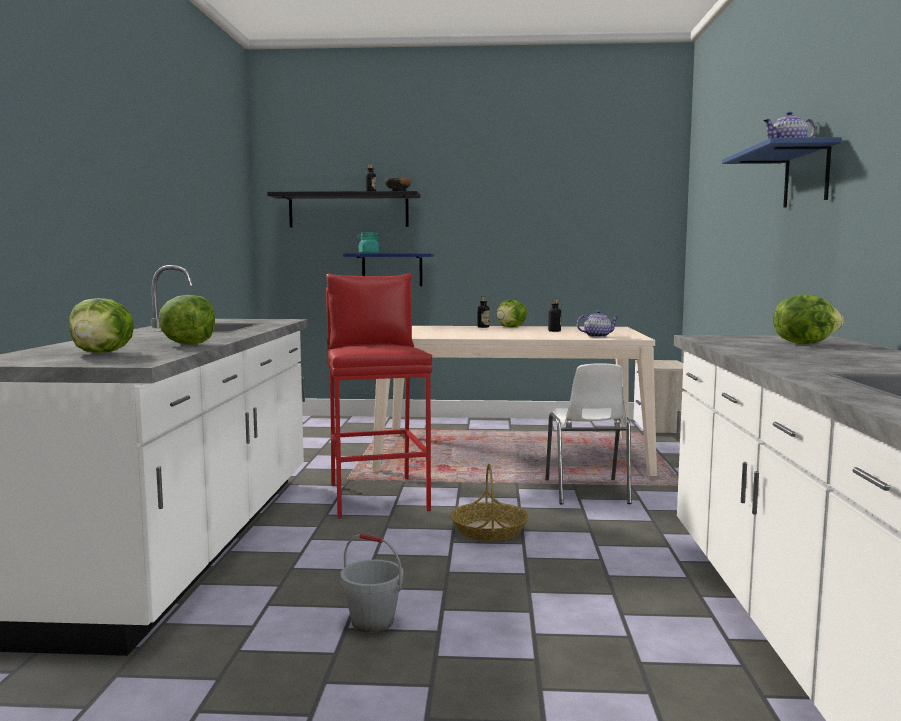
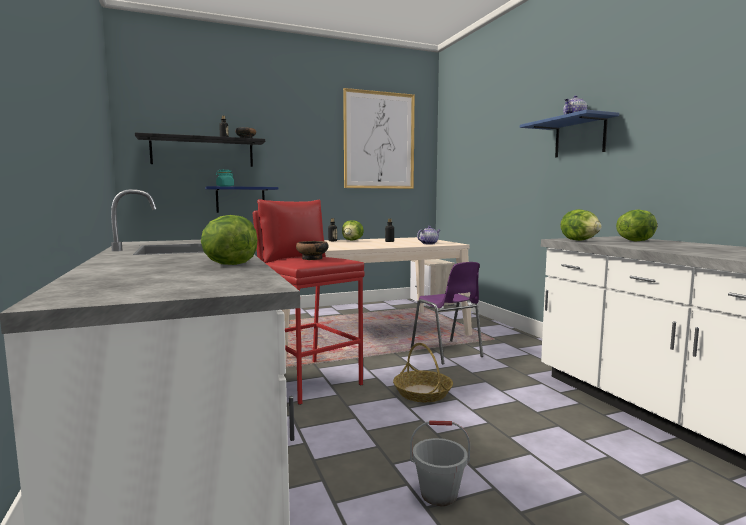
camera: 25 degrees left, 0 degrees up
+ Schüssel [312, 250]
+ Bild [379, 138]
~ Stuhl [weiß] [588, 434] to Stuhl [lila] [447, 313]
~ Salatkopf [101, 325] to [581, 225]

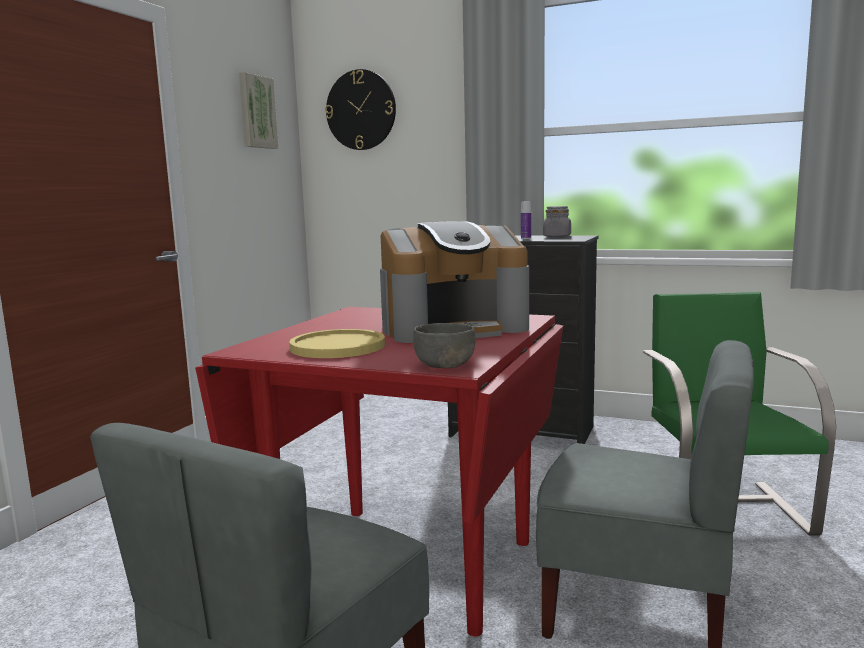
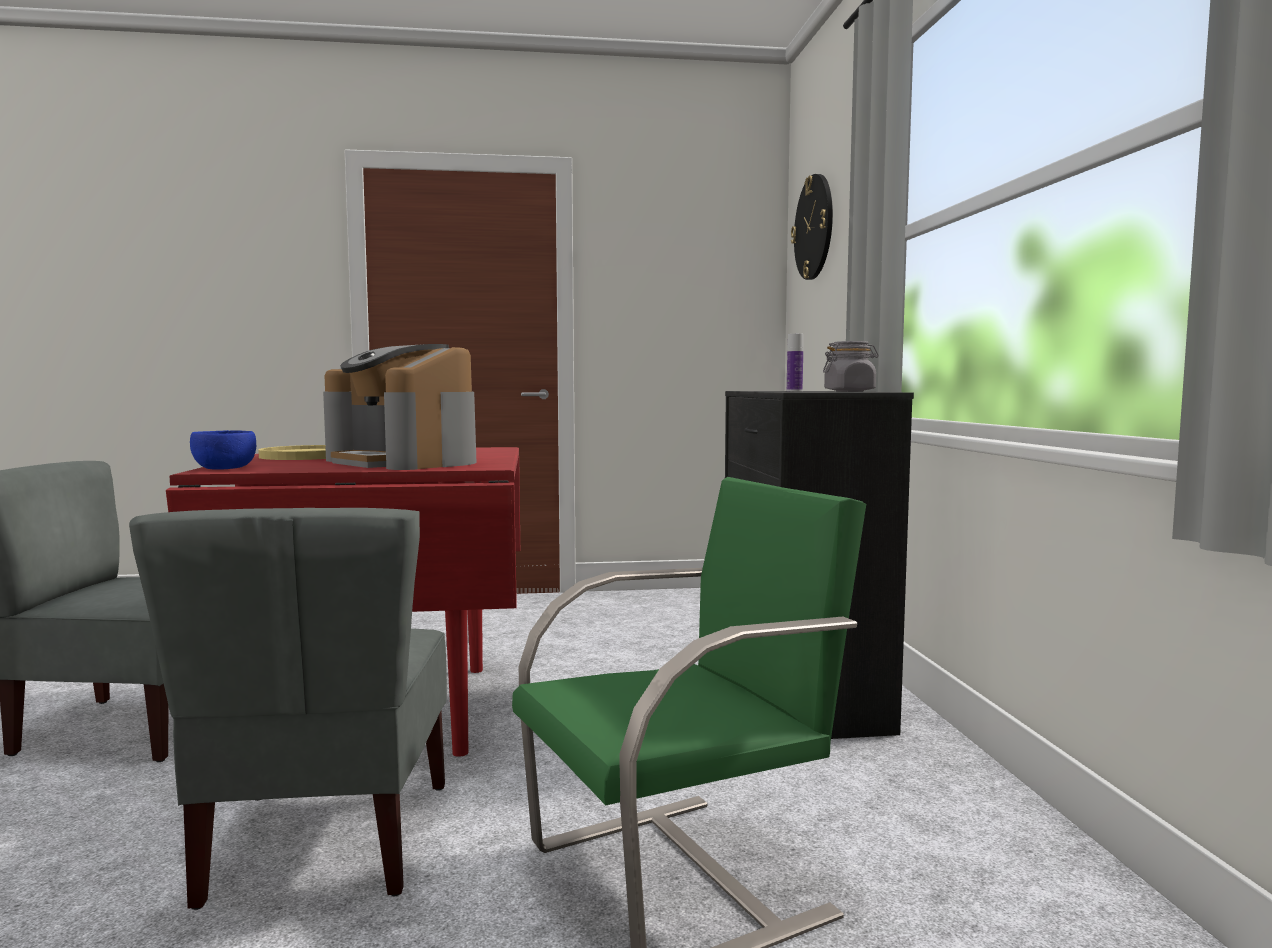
camera: 60 degrees right, 5 degrees down
~ Schüssel [grau] [444, 345] to Schüssel [blau] [223, 450]
- Bild [259, 110]

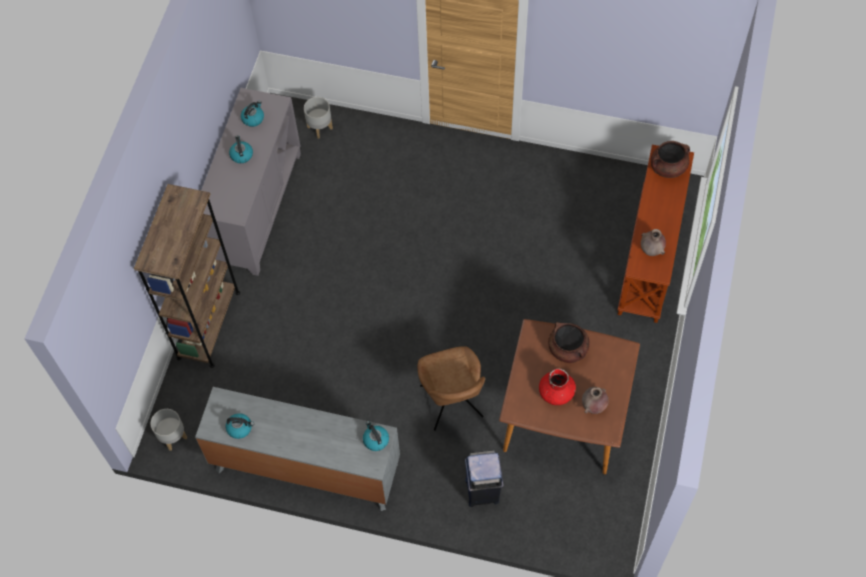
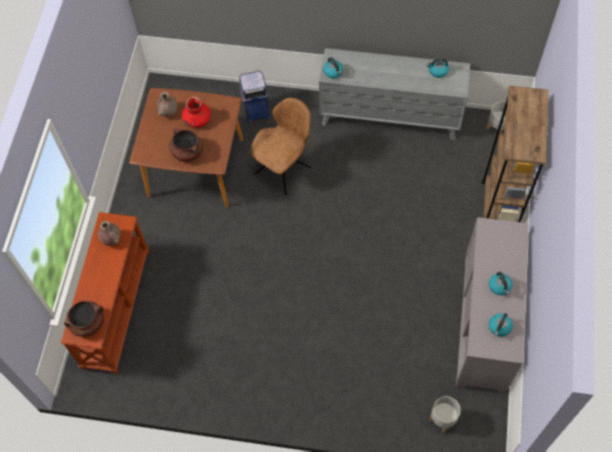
camera: 175 degrees right, 0 degrees up
~ Stuhl [braun] [451, 388] = [280, 146] 60 degrees clockwise

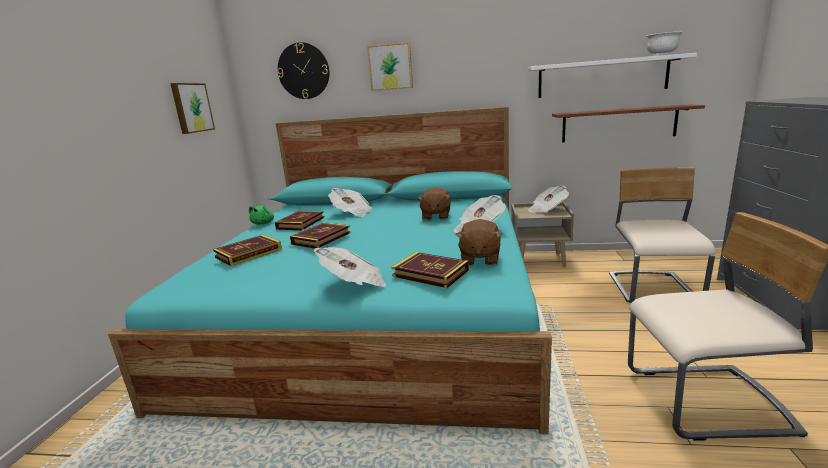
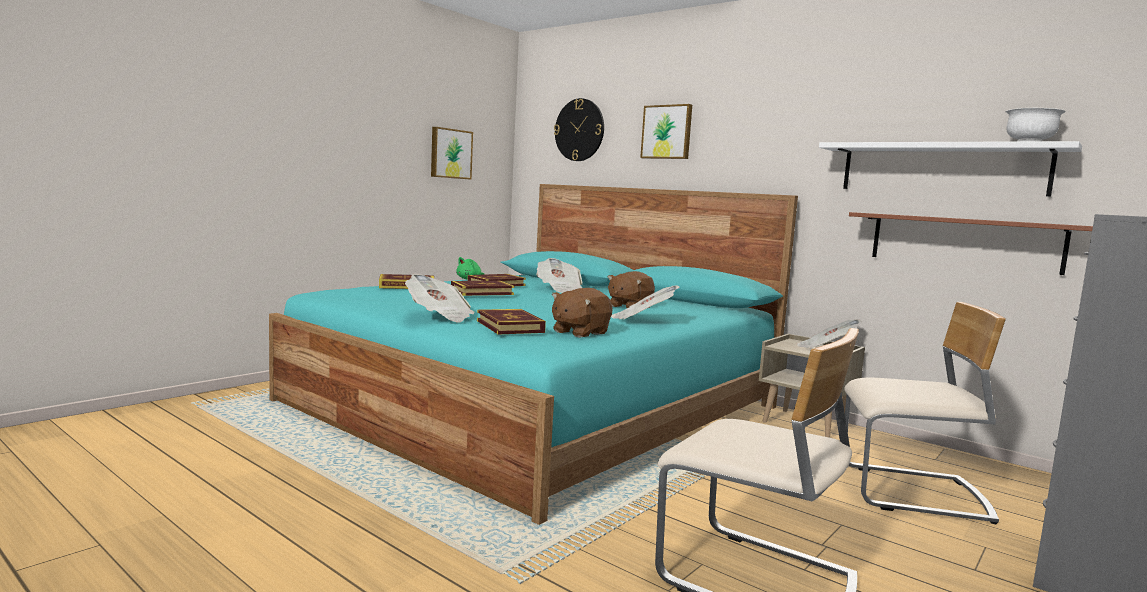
camera: 30 degrees right, 10 degrees down
~ Stuhl [beige] [662, 235] = [925, 413] 60 degrees clockwise

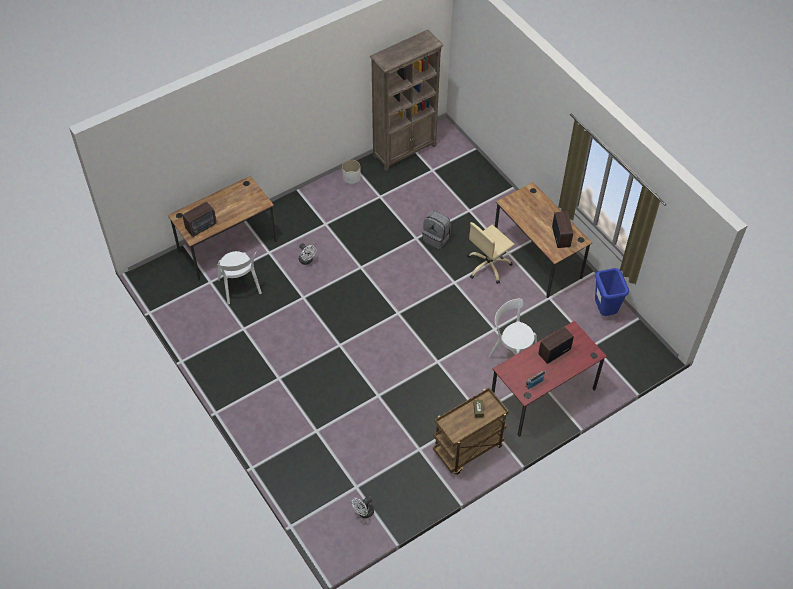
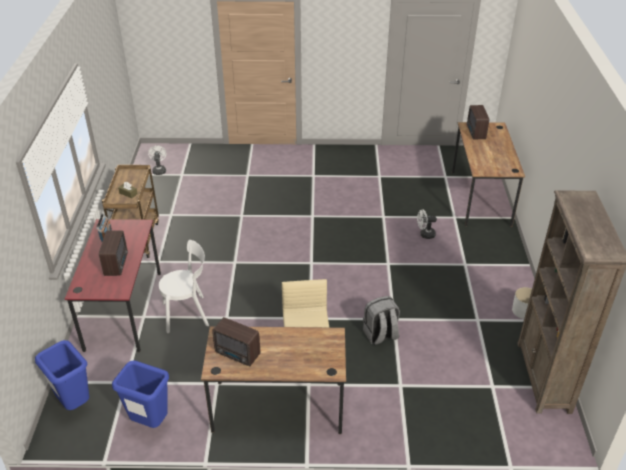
camera: 125 degrees right, 15 degrees down
+ Mülleimer [blau] [62, 375]
- Stuhl [weiß] [239, 278]

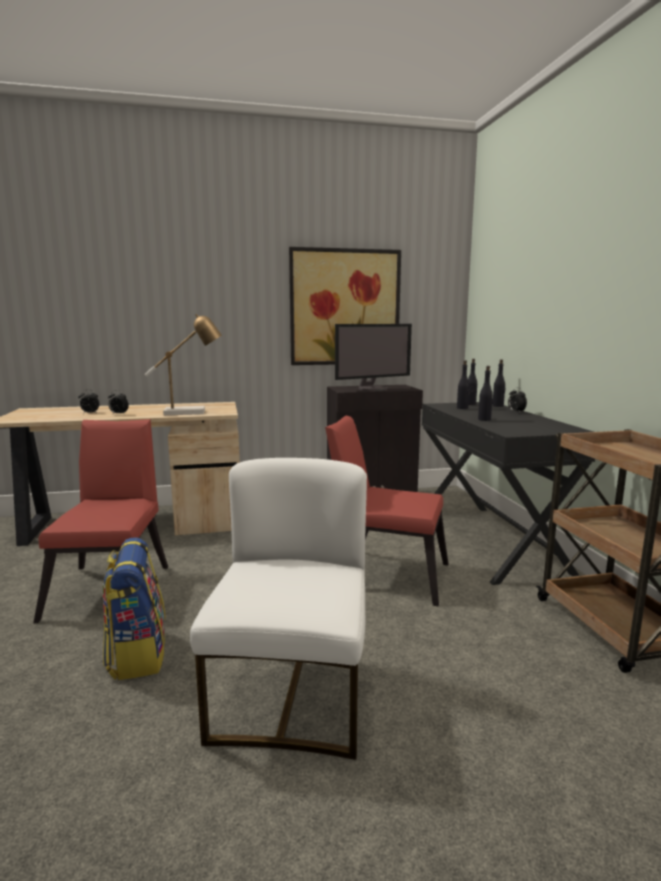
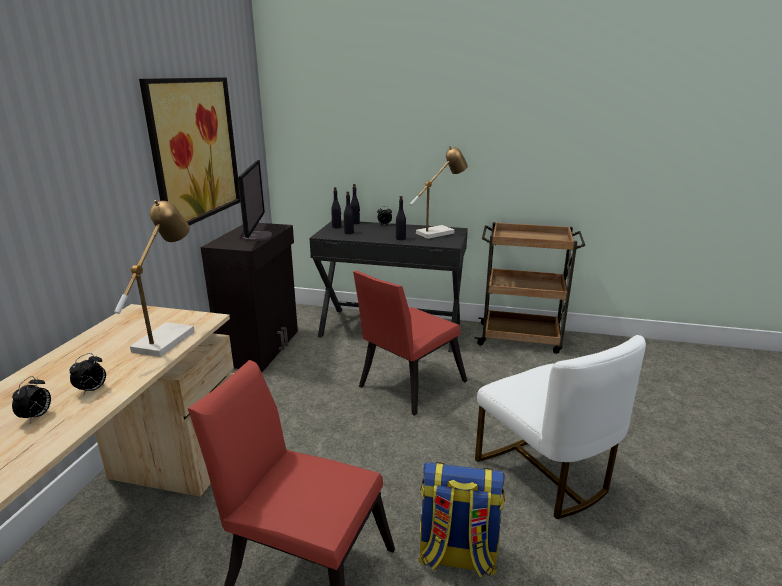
camera: 65 degrees left, 10 degrees up
+ Tischlampe [439, 192]
~ Stuhl [weiß] [278, 609] = [560, 427] 150 degrees counterclockwise

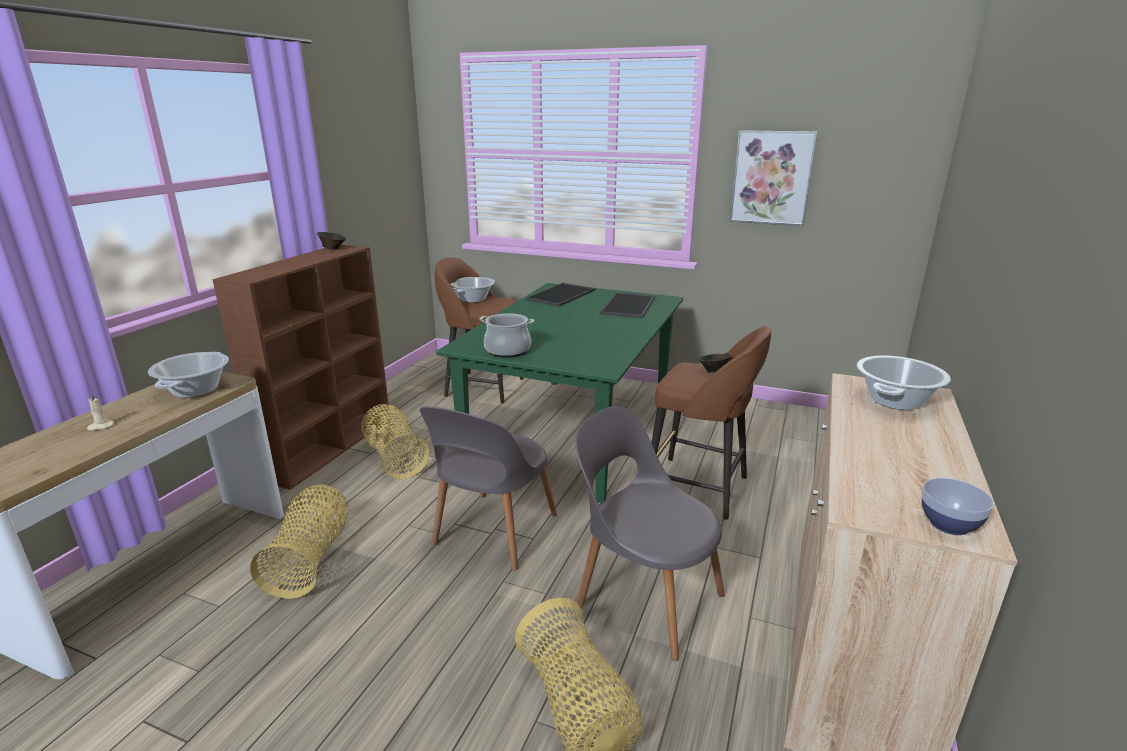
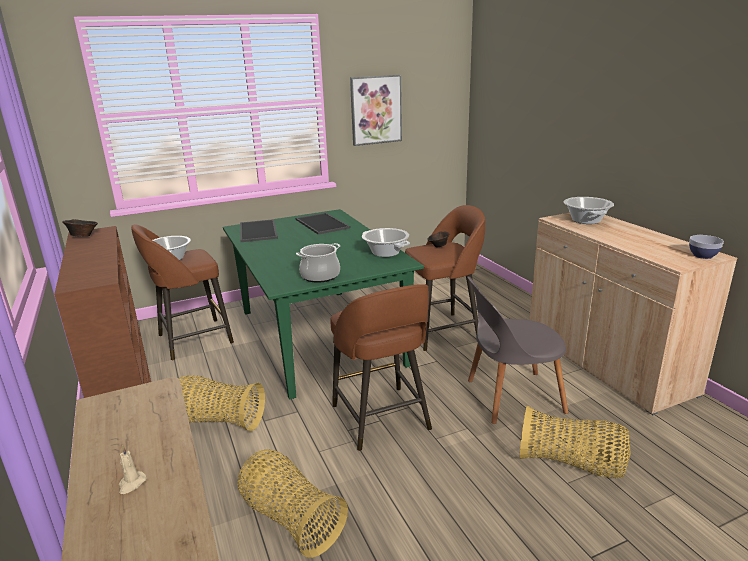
camera: 45 degrees left, 0 degrees up
~ Stuhl [grau] [488, 488] to Hocker [braun] [381, 367]
~ Kochtopf [188, 375] to [386, 242]

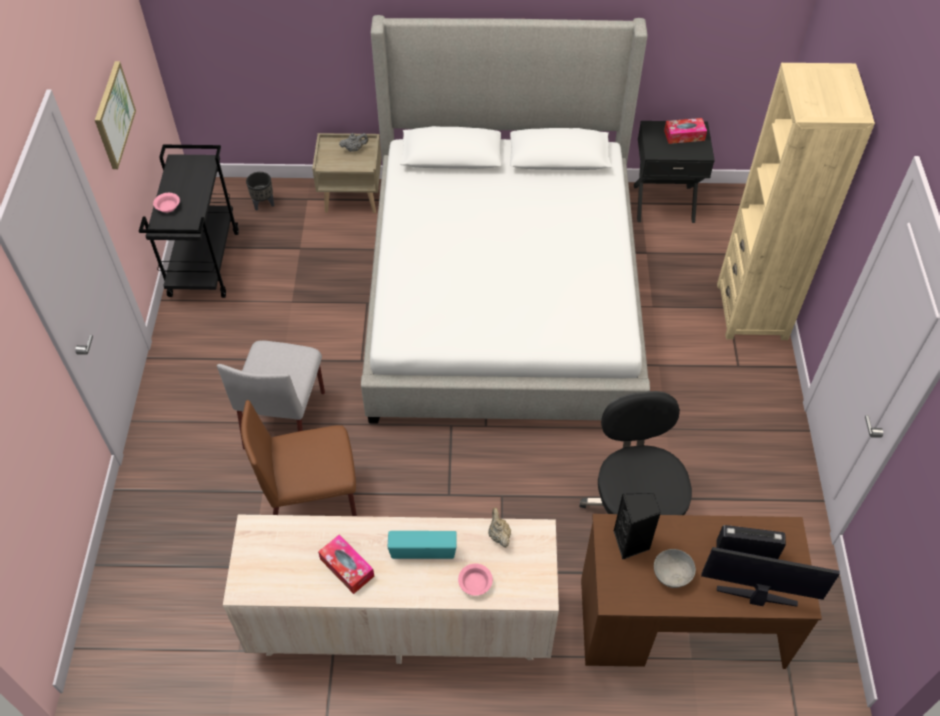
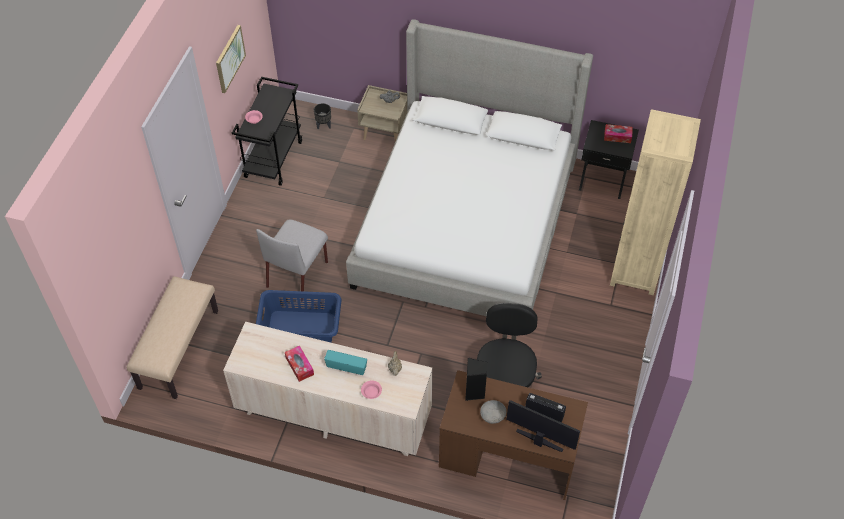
camera: 15 degrees right, 0 degrees up
+ Bank [beige] [172, 337]
~ Stuhl [braun] [299, 458] to Wäschekorb [blau] [299, 316]

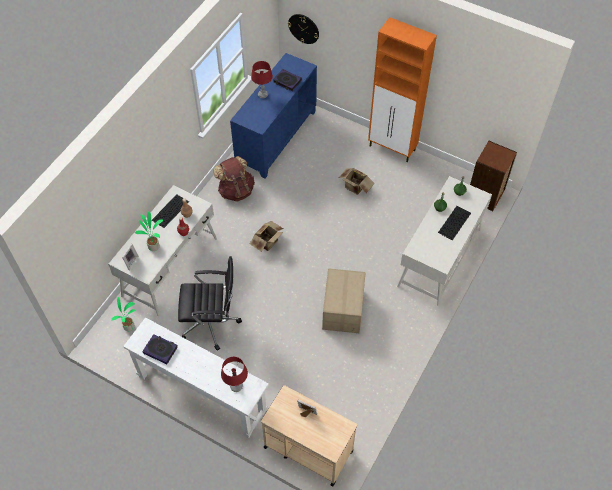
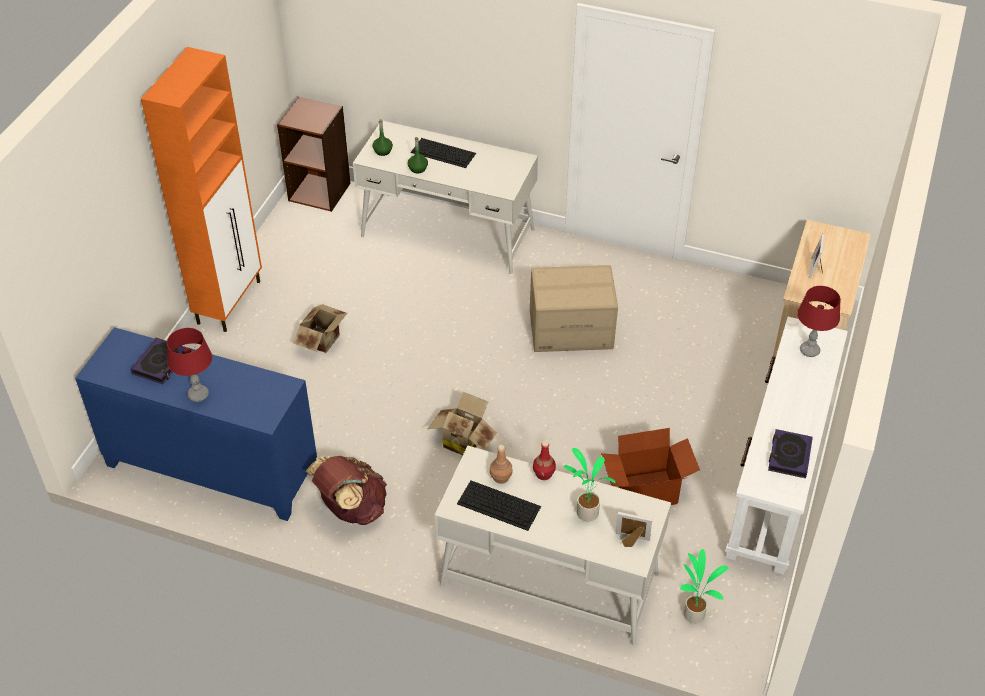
camera: 100 degrees left, 10 degrees down
~ Bürostuhl [schwarz] [210, 303] to Karton [650, 466]
- Wanduhr [303, 29]

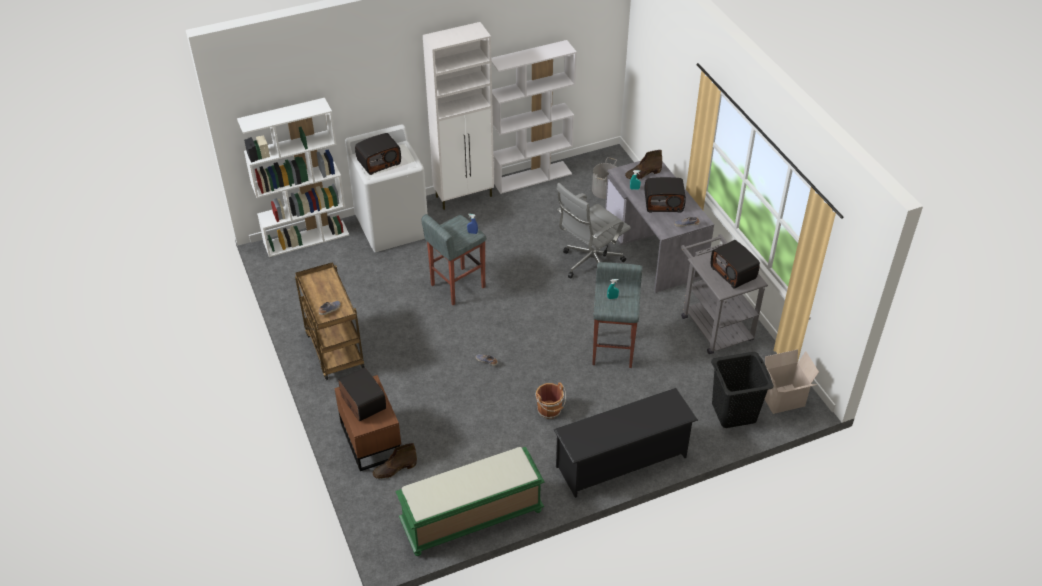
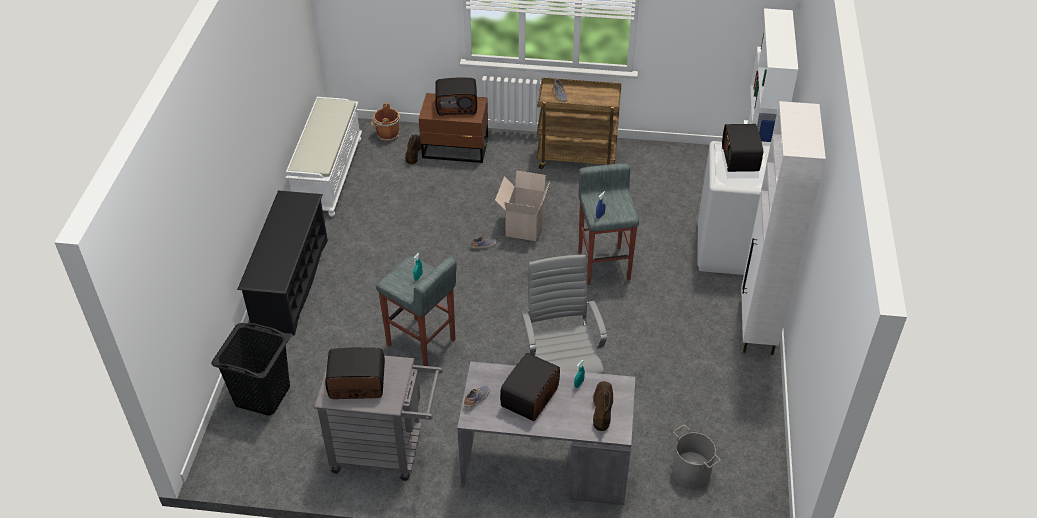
camera: 120 degrees right, 0 degrees up
~ Bank [grün] [470, 501] to Bank [weiß] [324, 157]
~ Eimer [braun] [550, 400] to [385, 122]
~ Karton [792, 381] to [522, 206]
- Bücherregal [weiß] [534, 117]

